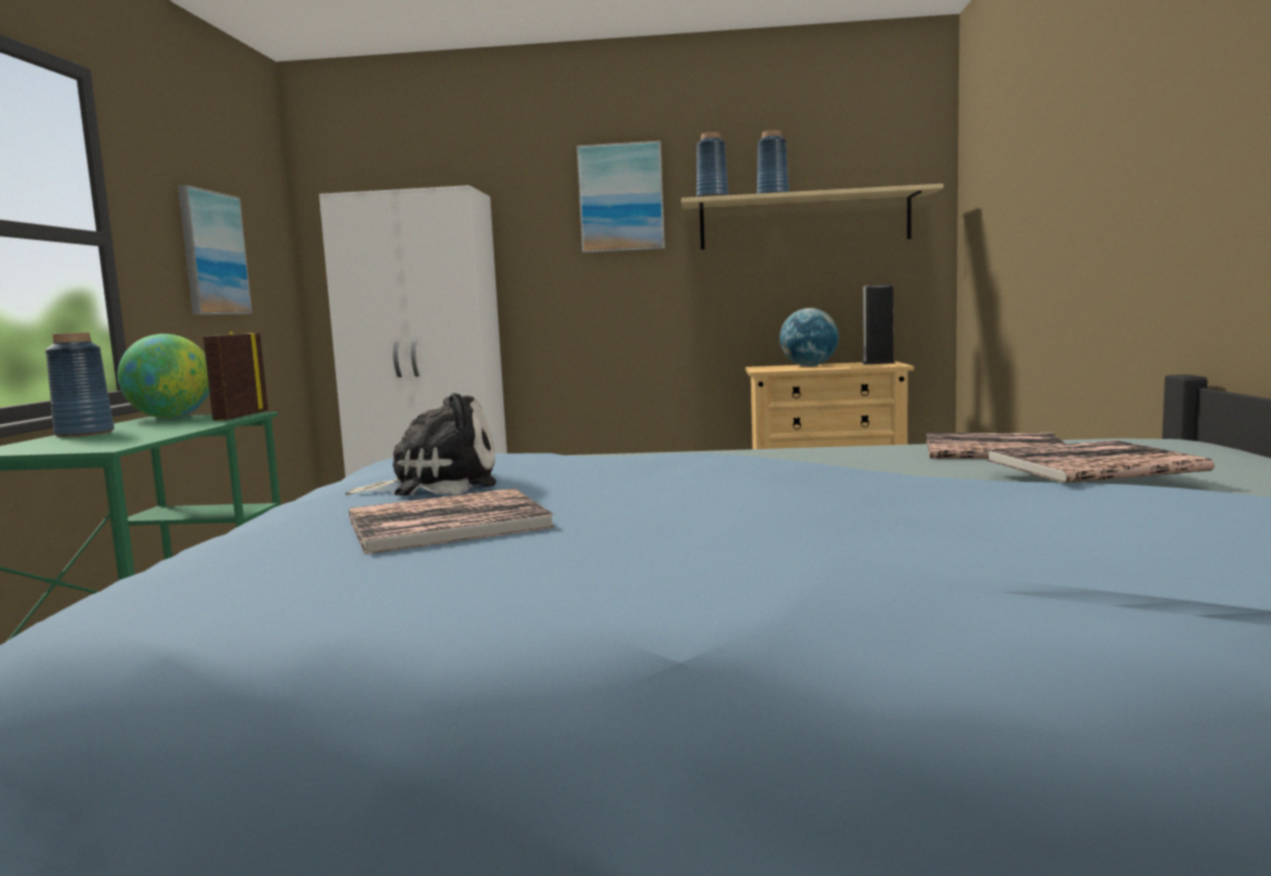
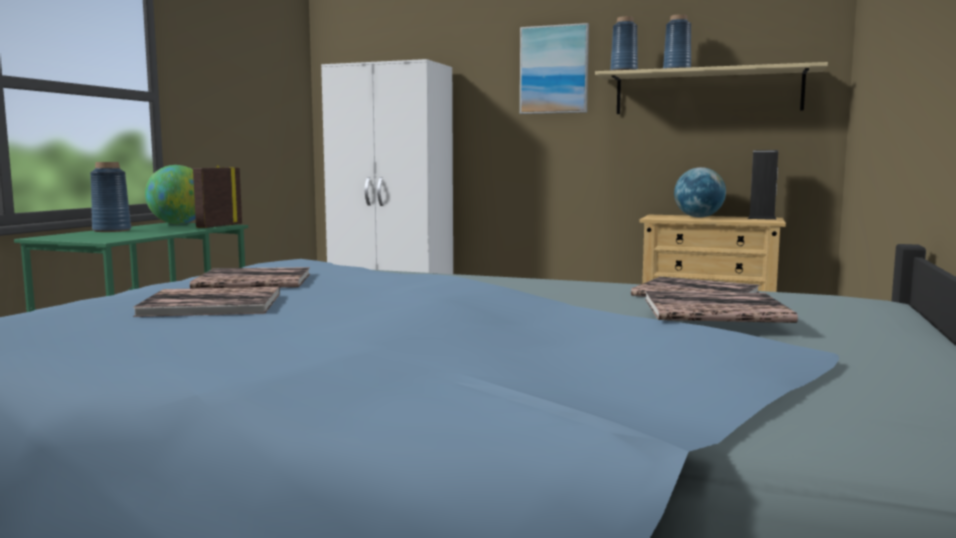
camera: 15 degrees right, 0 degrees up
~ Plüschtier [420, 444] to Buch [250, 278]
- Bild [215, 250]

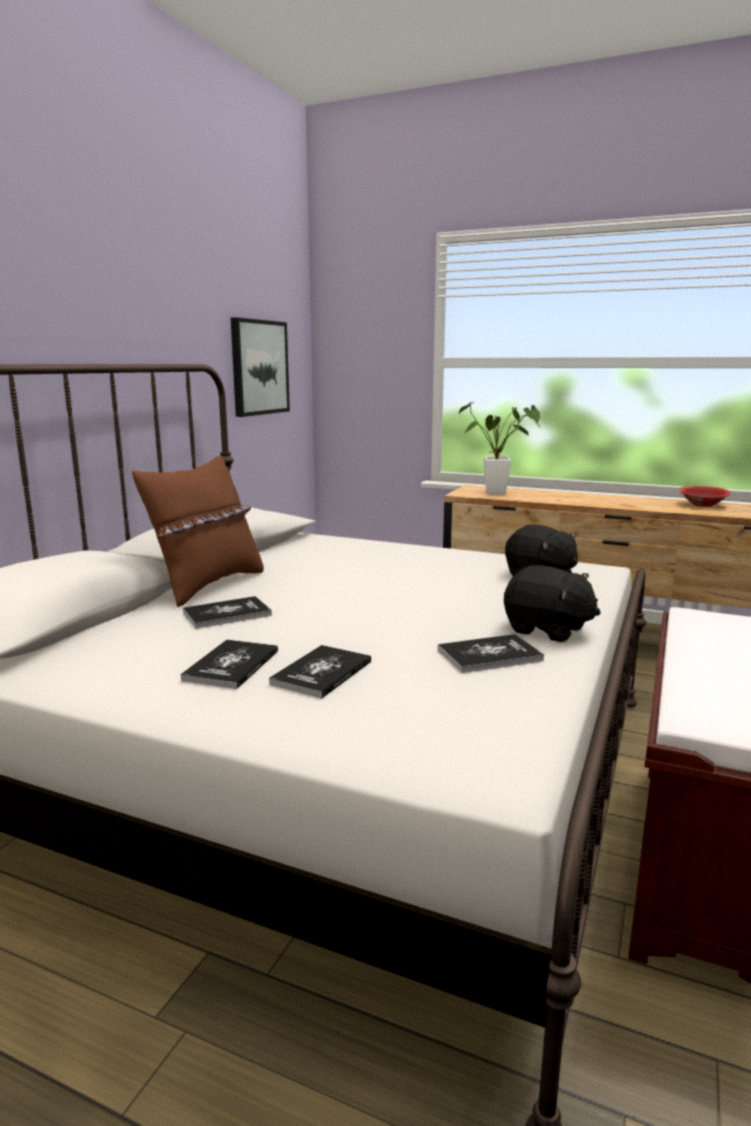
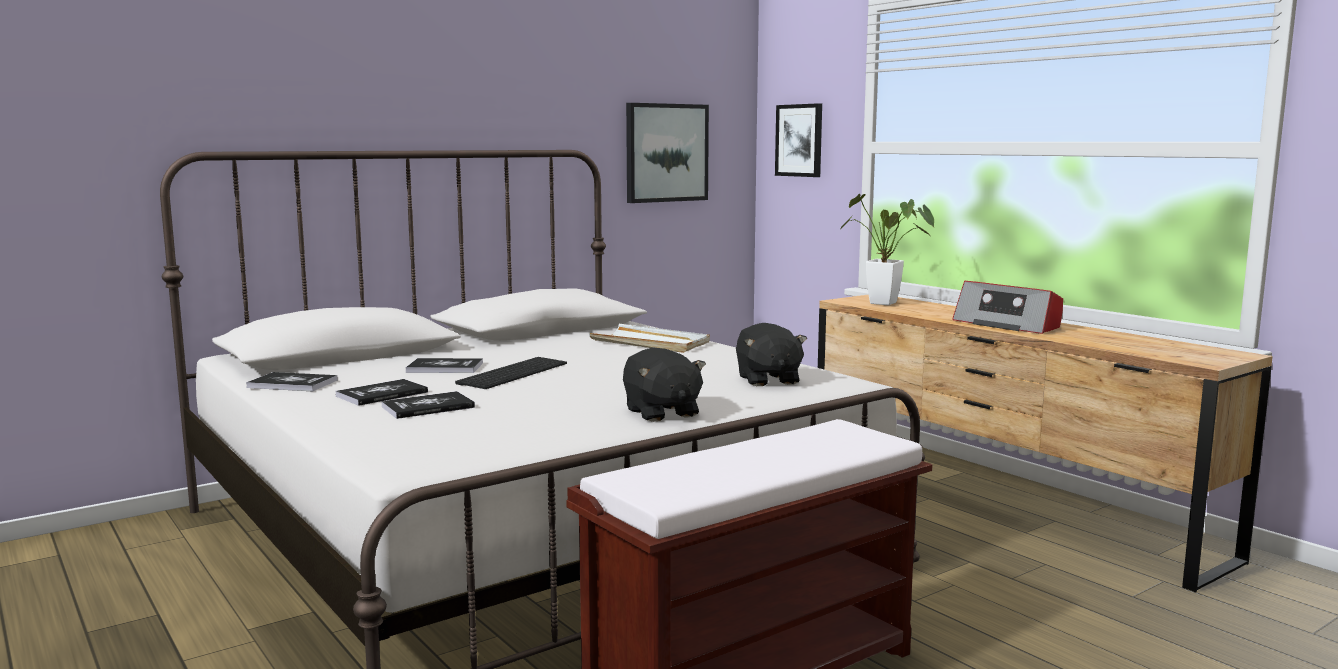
camera: 30 degrees right, 5 degrees down
~ Buch [491, 653] to [292, 381]
+ Tastatur [511, 373]
+ Tablett [weiß] [649, 338]
+ Bild [798, 140]
+ Radio [1007, 307]
- Kissen [braun] [198, 531]
- Schüssel [rot] [704, 496]

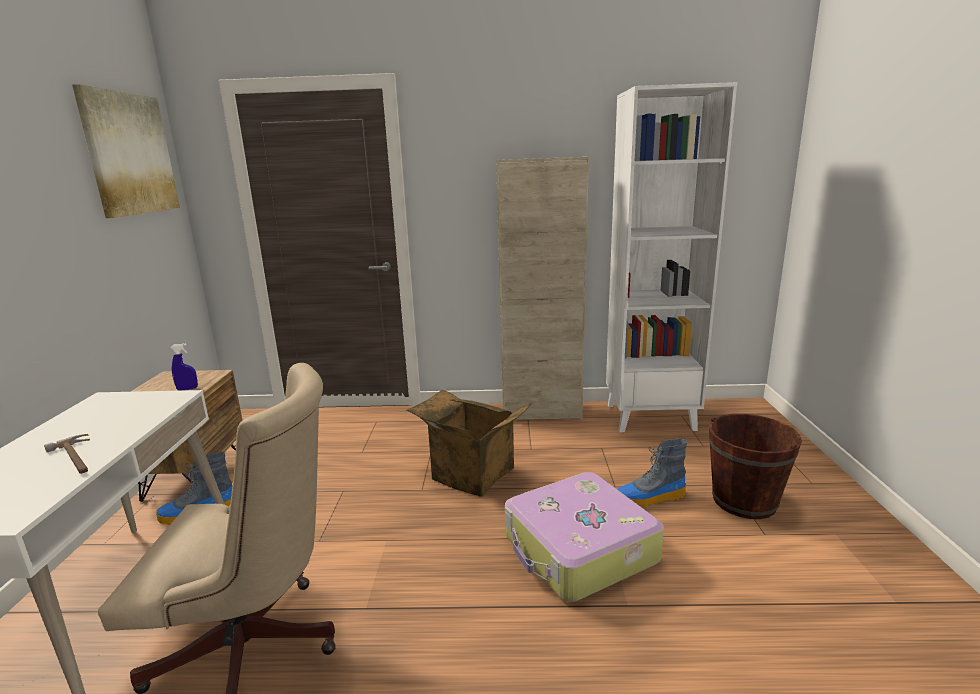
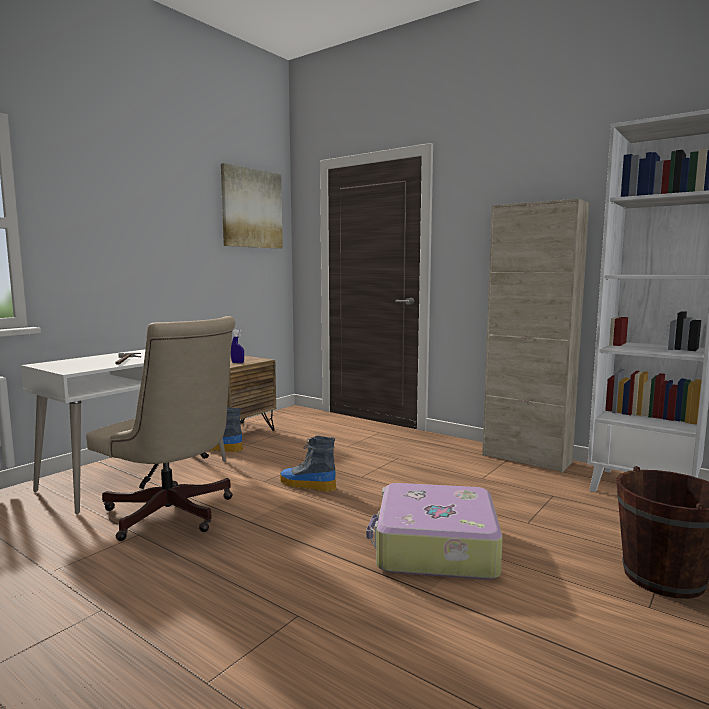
camera: 35 degrees right, 10 degrees down
~ Stiefel [652, 472] to [308, 464]
- Karton [469, 443]

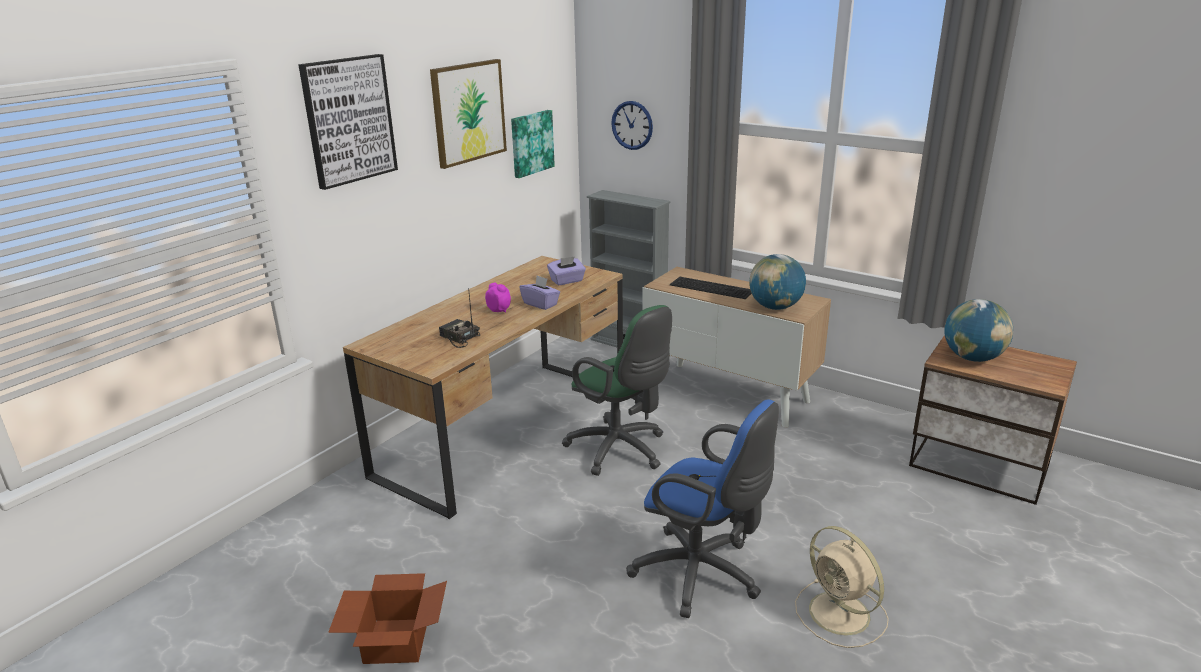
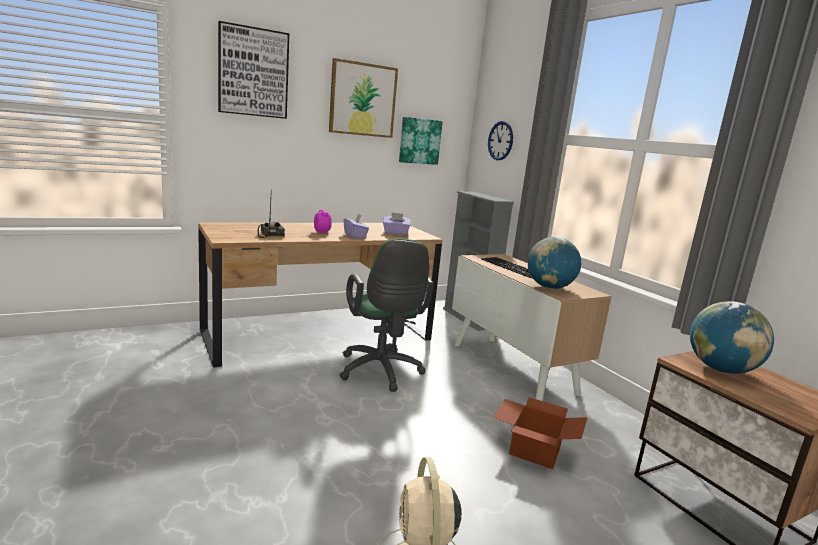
camera: 25 degrees right, 10 degrees down
~ Karton [387, 618] to [540, 433]
- Bürostuhl [blau] [702, 509]

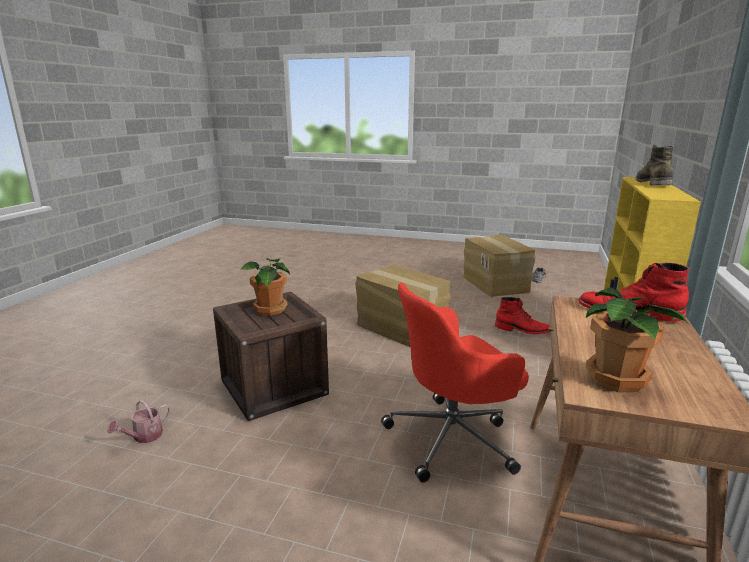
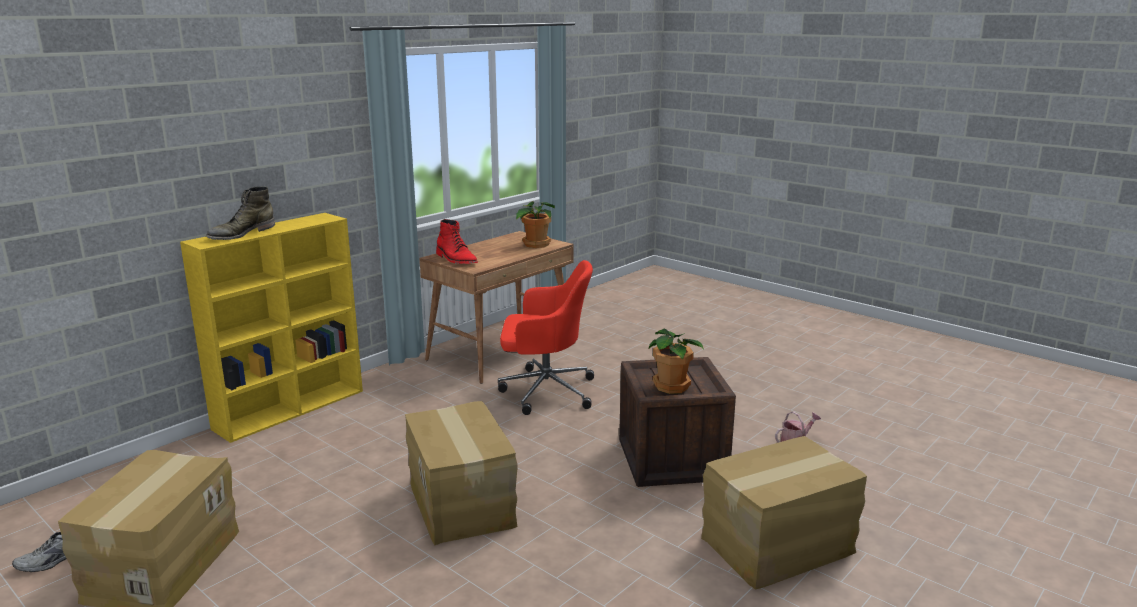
camera: 155 degrees left, 0 degrees up
+ Karton [784, 513]
- Stiefel [rot] [522, 316]

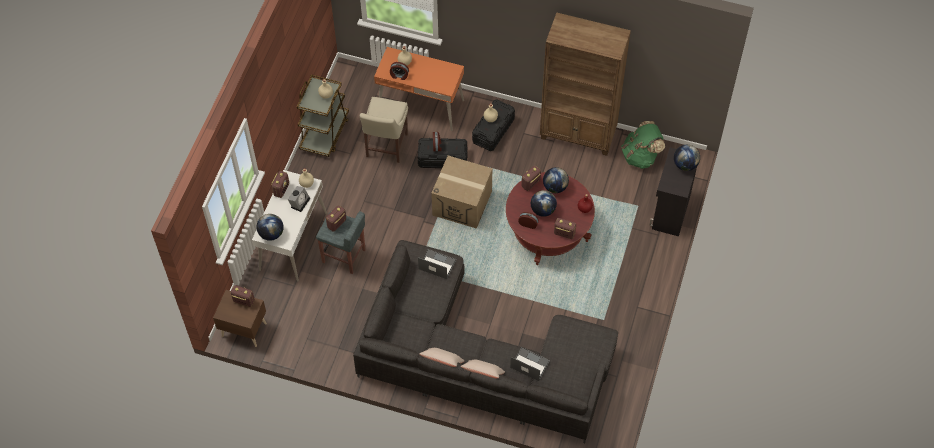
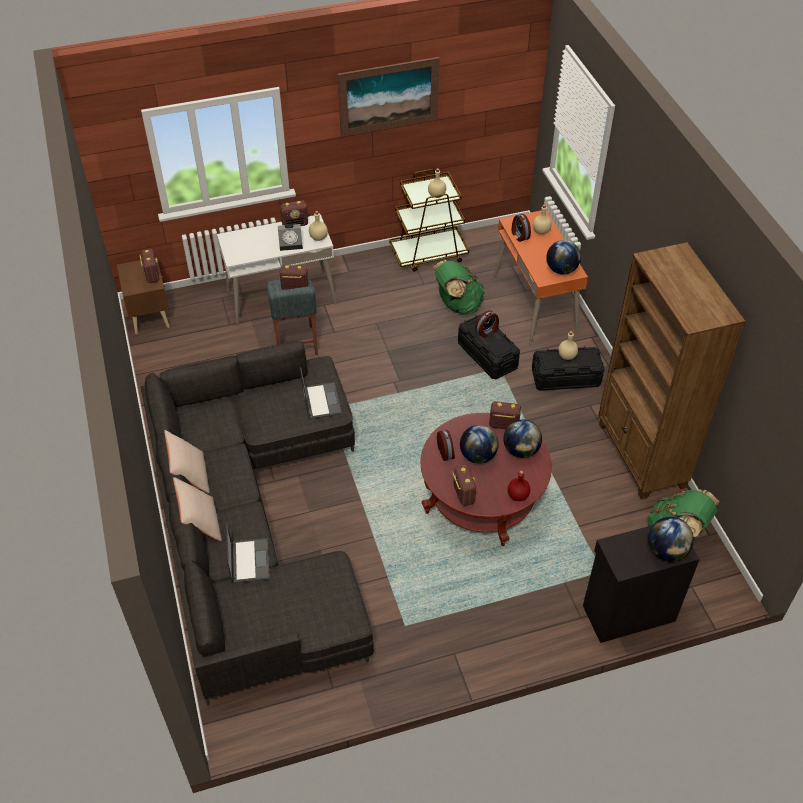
camera: 55 degrees right, 10 degrees down
+ Bild [389, 97]
~ Stuhl [beige] [384, 130] to Rucksack [grün] [458, 287]
~ Globus [270, 227] to [563, 257]
- Karton [461, 192]

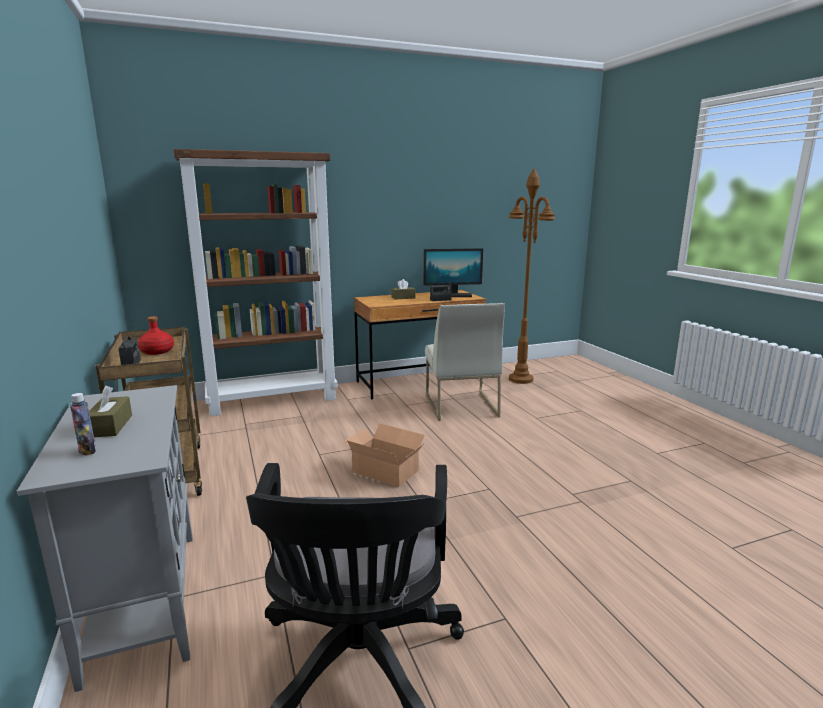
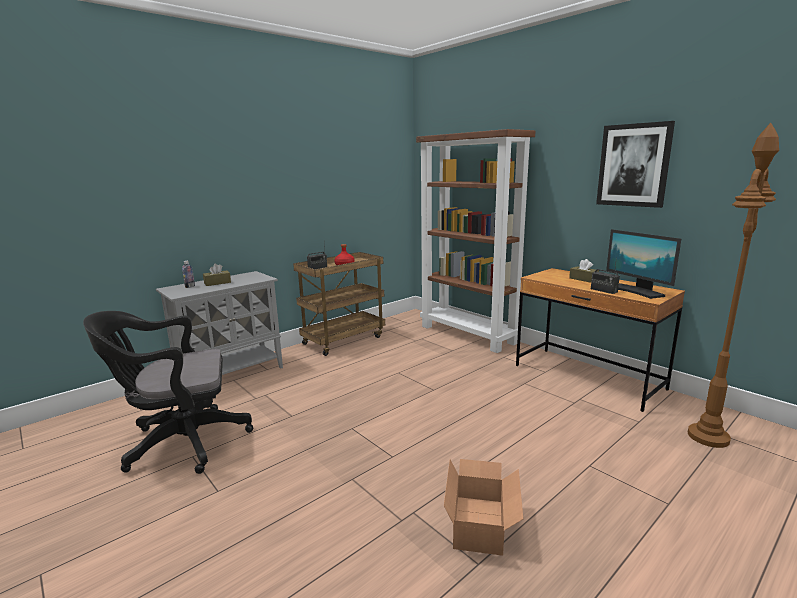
camera: 70 degrees right, 0 degrees up
~ Karton [385, 455] to [483, 507]
+ Bild [635, 164]
- Stuhl [weiß] [465, 362]

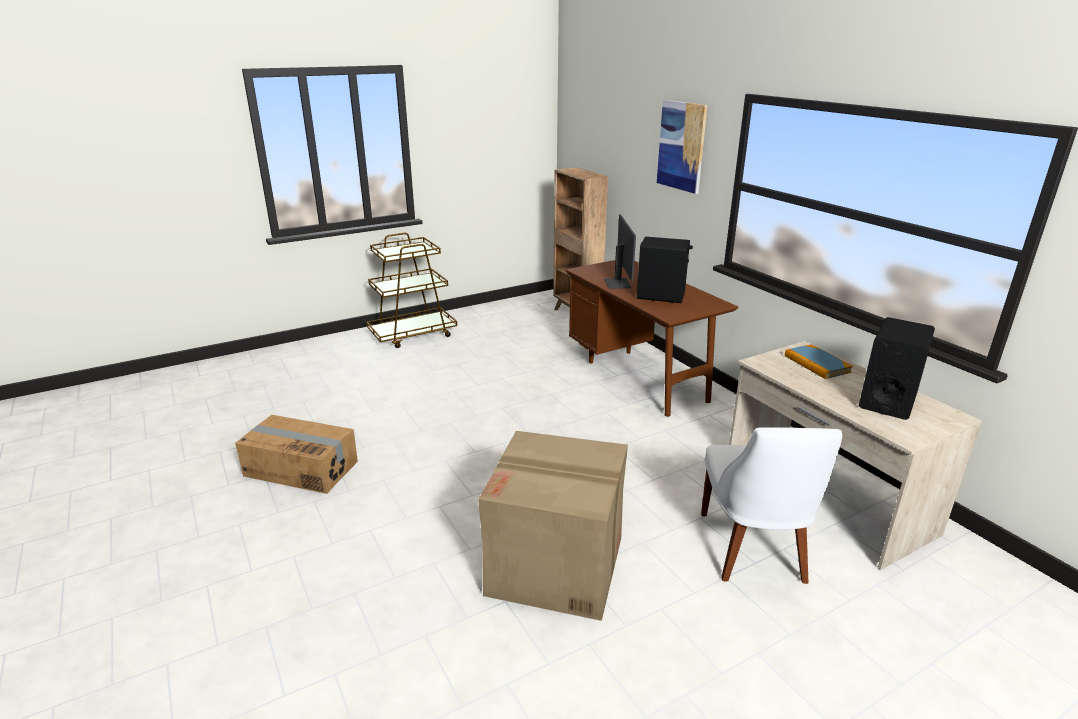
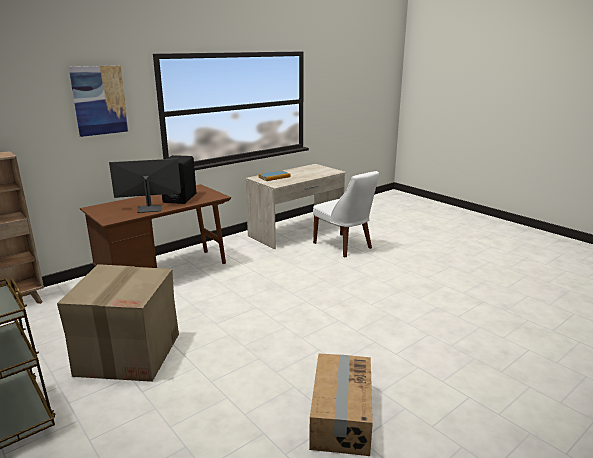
camera: 100 degrees left, 5 degrees down
~ Karton [553, 526] to [118, 323]
~ Stuhl [weiß] [771, 505] = [346, 214] 60 degrees clockwise
- Lautsprecher [schwarz] [897, 368]

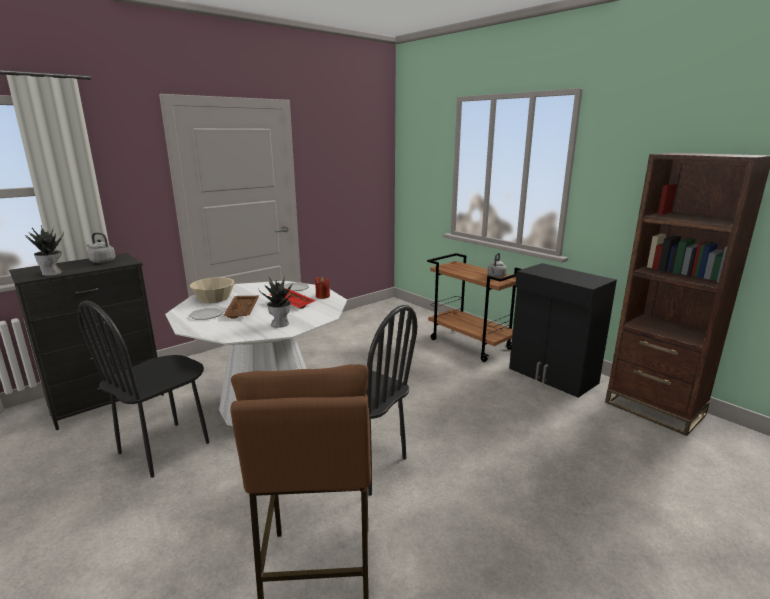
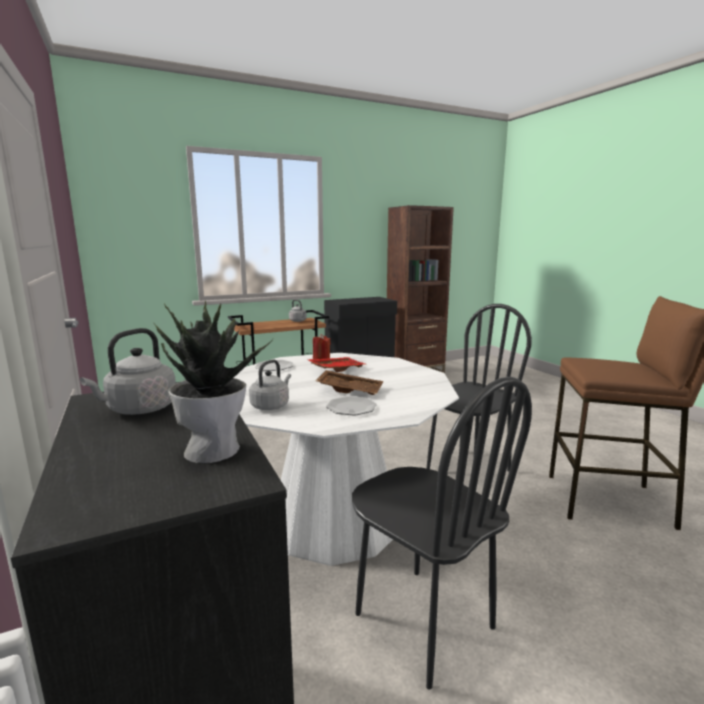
camera: 75 degrees left, 5 degrees down
~ Schüssel [beige] [212, 290] to Wasserkessel [grau] [270, 384]
- Topfpflanze [276, 302]

